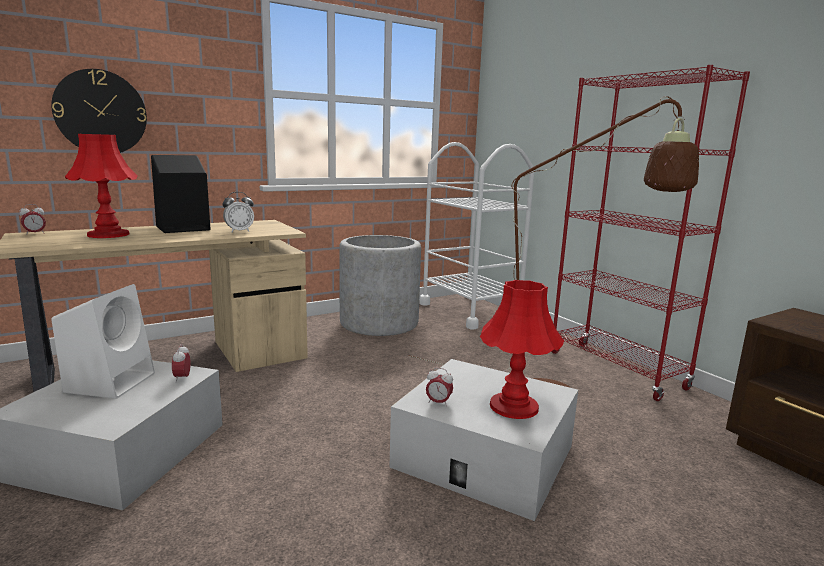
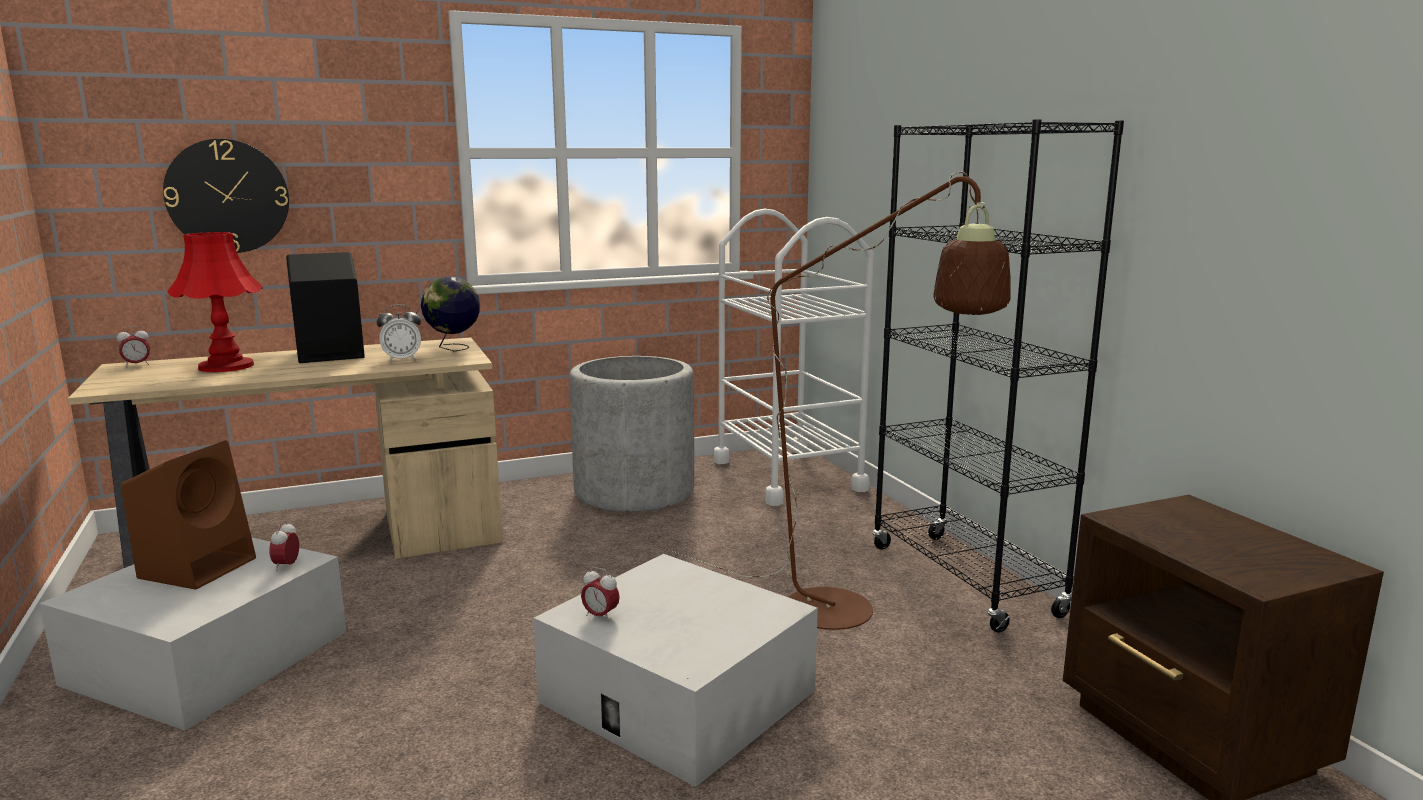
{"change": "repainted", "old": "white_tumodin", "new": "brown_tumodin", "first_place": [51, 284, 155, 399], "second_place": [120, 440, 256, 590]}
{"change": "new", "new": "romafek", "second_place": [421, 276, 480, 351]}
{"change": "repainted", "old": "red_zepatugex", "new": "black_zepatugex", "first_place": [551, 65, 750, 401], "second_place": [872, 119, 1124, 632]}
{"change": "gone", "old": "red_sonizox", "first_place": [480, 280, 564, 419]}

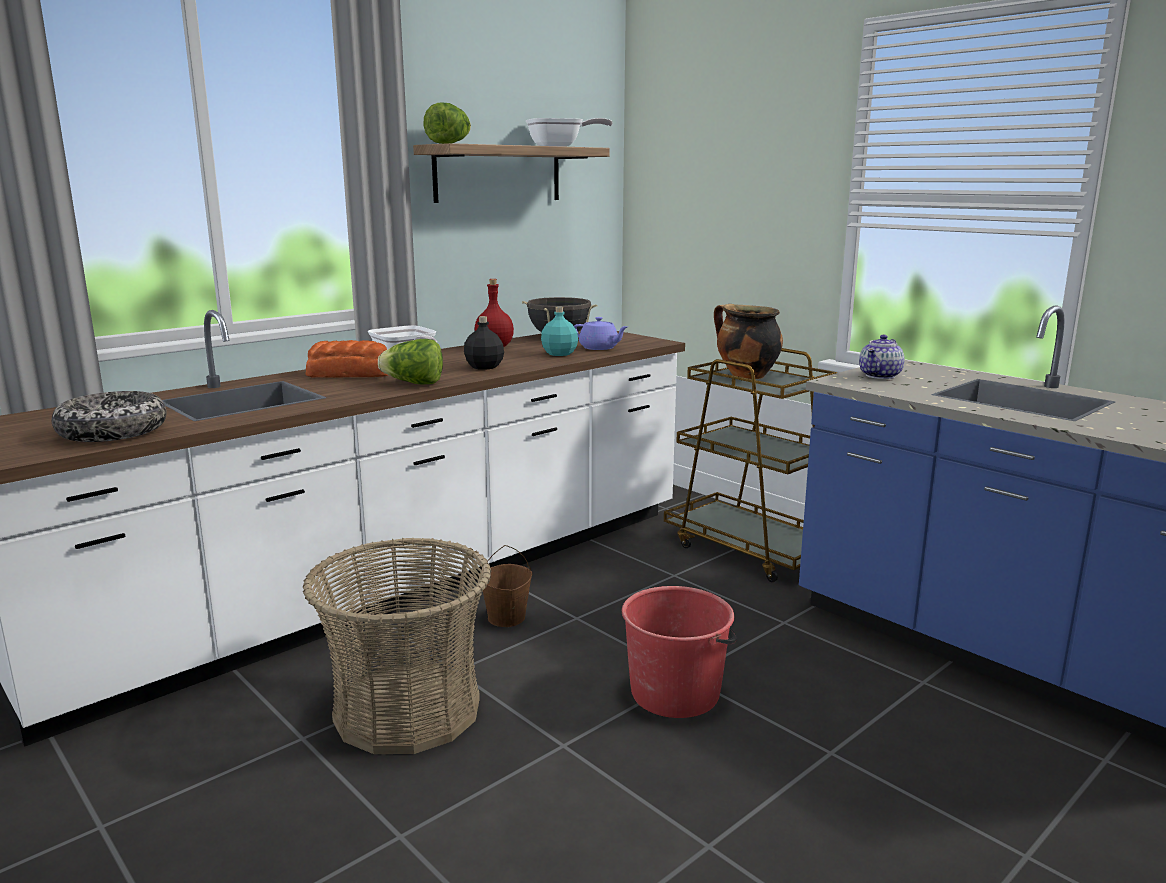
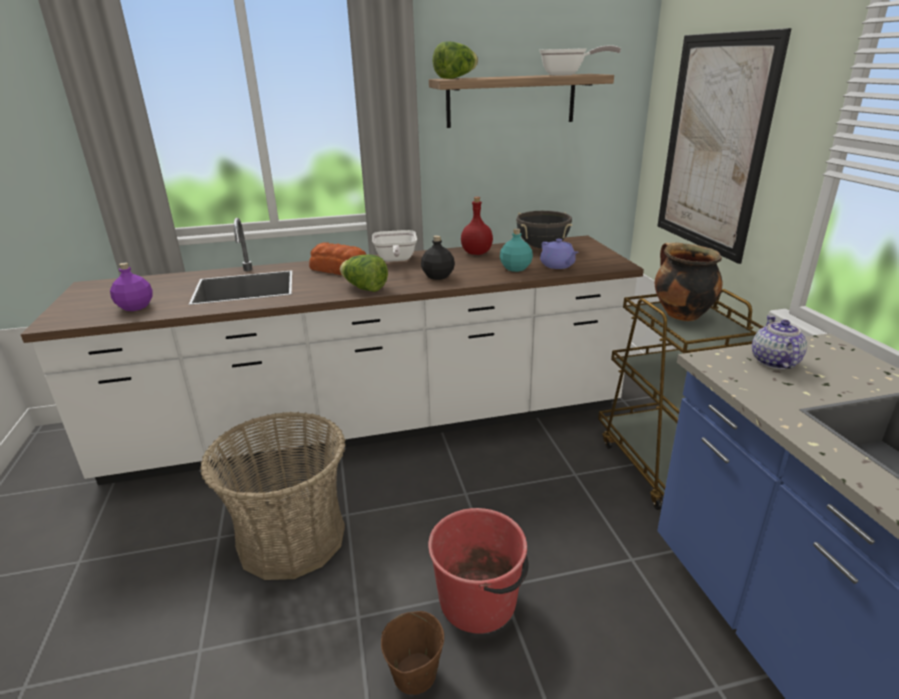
{"change": "swapped", "old": "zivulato", "new": "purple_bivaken", "first_place": [51, 391, 167, 442], "second_place": [110, 263, 153, 311]}
{"change": "shifted", "old": "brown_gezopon", "first_place": [483, 545, 532, 627], "second_place": [381, 611, 444, 695]}
{"change": "new", "new": "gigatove", "second_place": [657, 28, 792, 264]}
{"change": "rotated", "old": "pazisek", "first_place": [859, 335, 905, 379], "second_place": [752, 315, 807, 369], "degrees": 120}

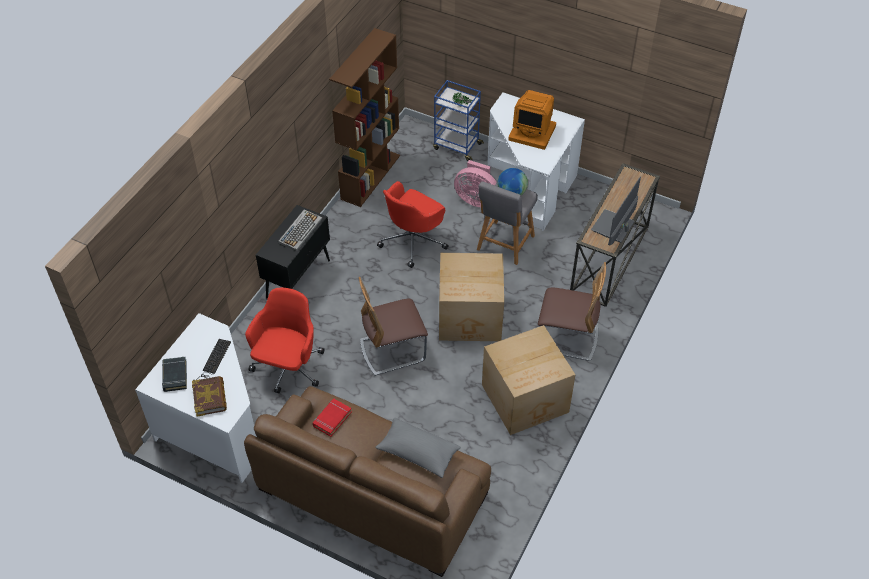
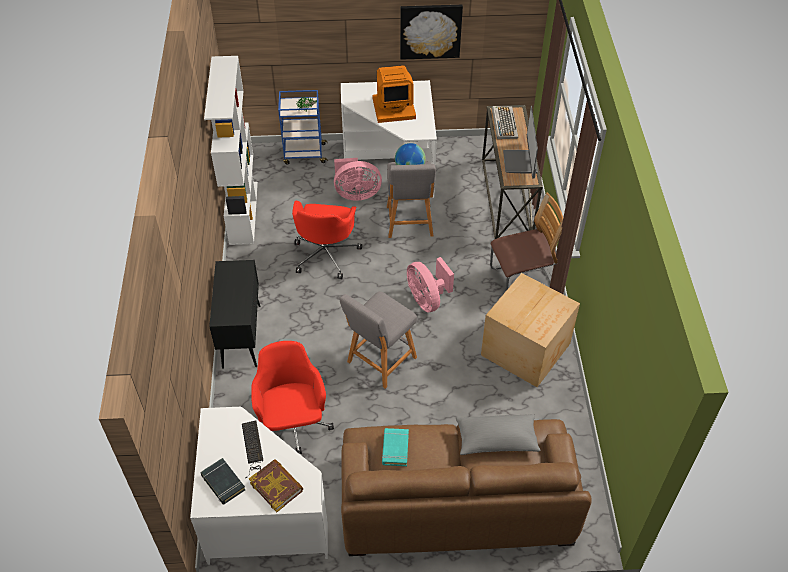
{"change": "repainted", "old": "brown_zepatugex", "new": "white_zepatugex", "first_place": [329, 28, 400, 207], "second_place": [204, 56, 258, 245]}
{"change": "swapped", "old": "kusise", "new": "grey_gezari", "first_place": [359, 277, 428, 376], "second_place": [340, 291, 417, 389]}
{"change": "repainted", "old": "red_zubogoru", "new": "turquoise_zubogoru", "first_place": [313, 398, 352, 437], "second_place": [382, 428, 409, 466]}
{"change": "new", "new": "gigatove", "second_place": [400, 5, 463, 60]}
{"change": "swapped", "old": "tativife", "new": "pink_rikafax", "first_place": [439, 253, 504, 341], "second_place": [407, 257, 454, 312]}
{"change": "shifted", "old": "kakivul", "first_place": [278, 210, 322, 251], "second_place": [492, 106, 518, 139]}

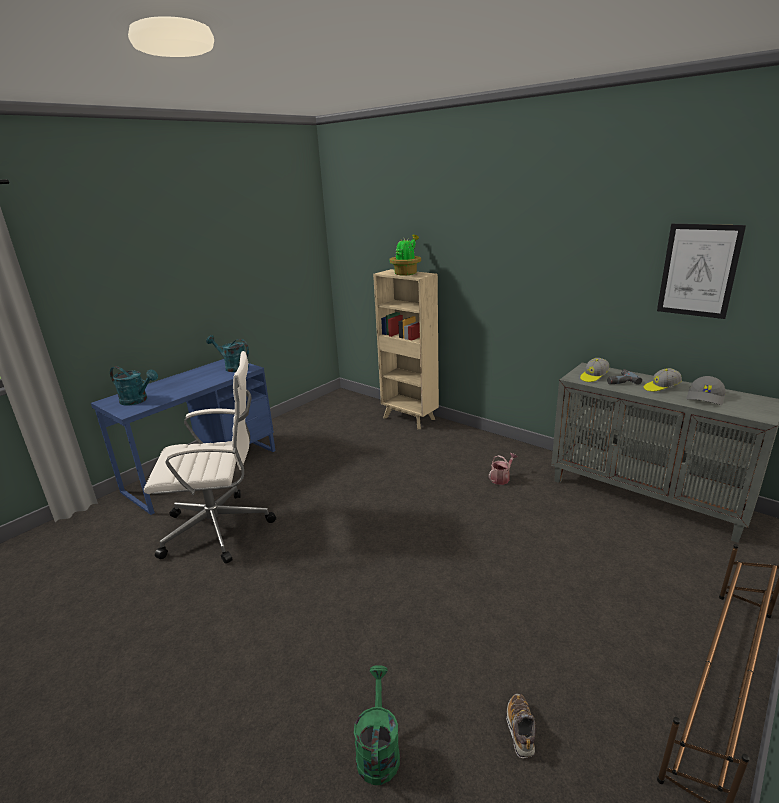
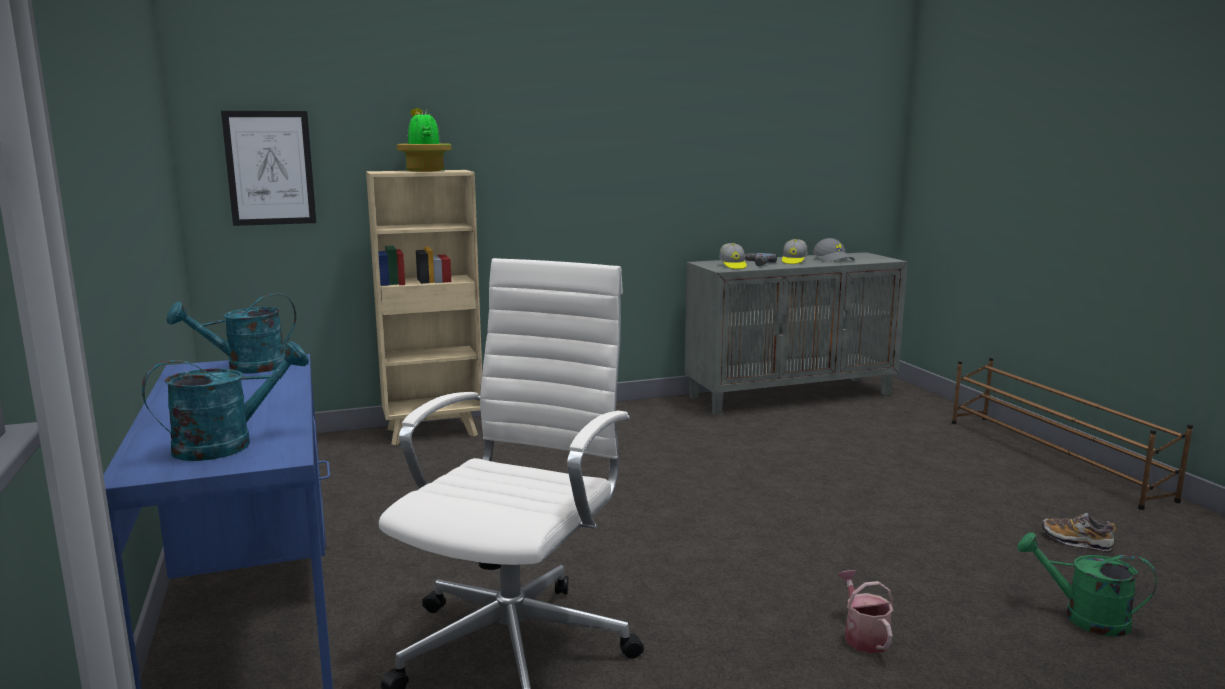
{"change": "shifted", "old": "gigatove", "first_place": [657, 224, 746, 319], "second_place": [221, 111, 316, 226]}
{"change": "shifted", "old": "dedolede", "first_place": [489, 453, 518, 485], "second_place": [838, 570, 894, 653]}

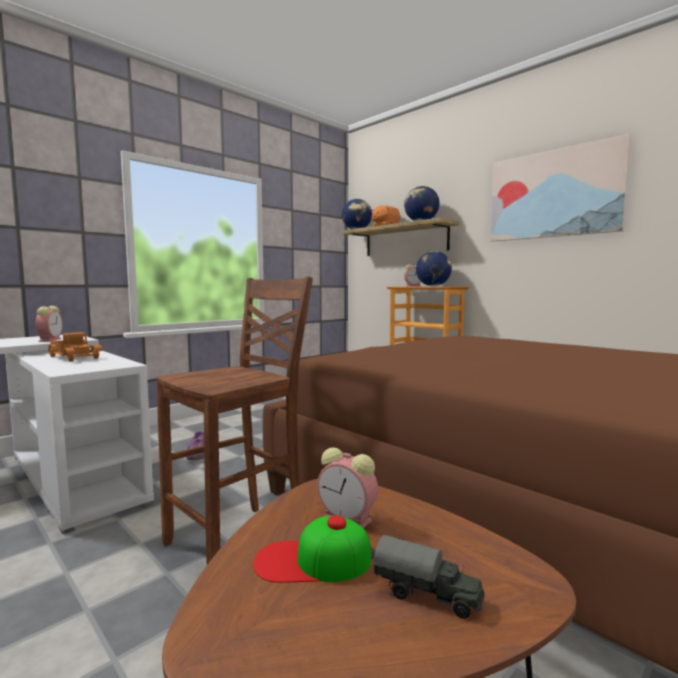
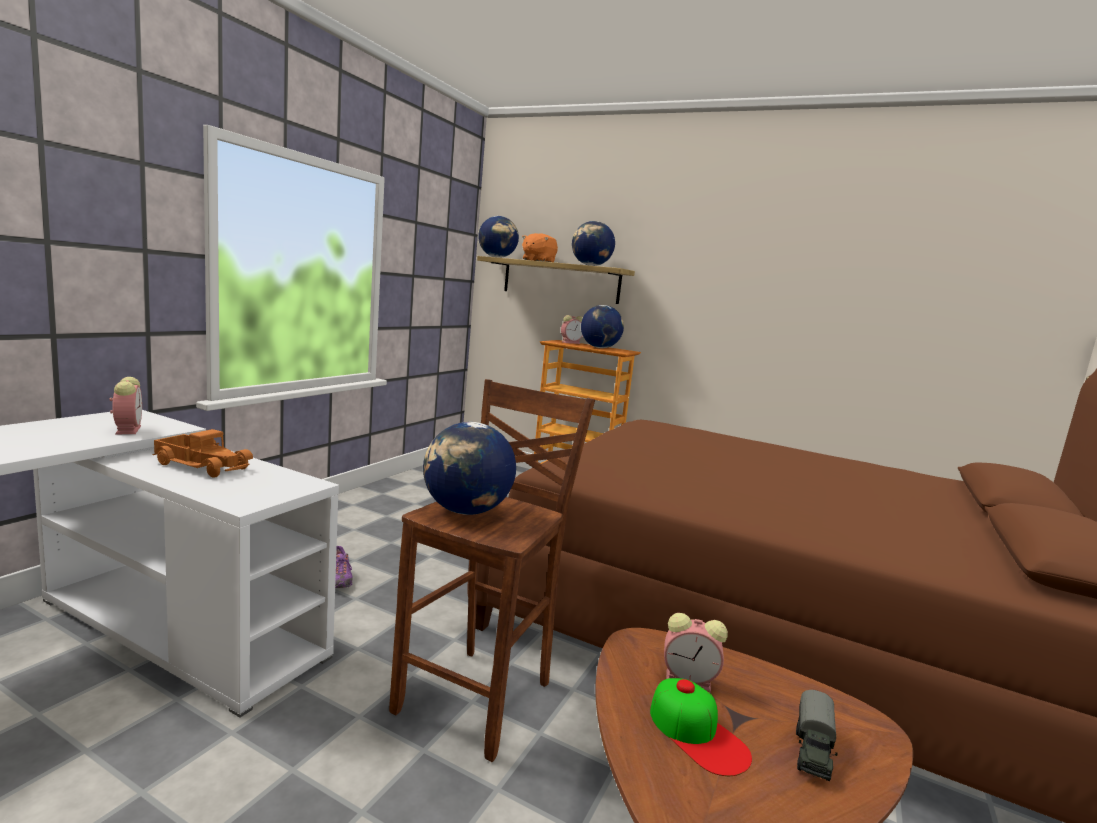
{"change": "new", "new": "romafek", "second_place": [423, 422, 516, 515]}
{"change": "rotated", "old": "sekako", "first_place": [253, 516, 371, 583], "second_place": [650, 678, 752, 776], "degrees": -105}
{"change": "rotated", "old": "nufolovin", "first_place": [373, 535, 485, 619], "second_place": [796, 690, 838, 781], "degrees": 105}
{"change": "gone", "old": "gigatove", "first_place": [490, 134, 631, 242]}

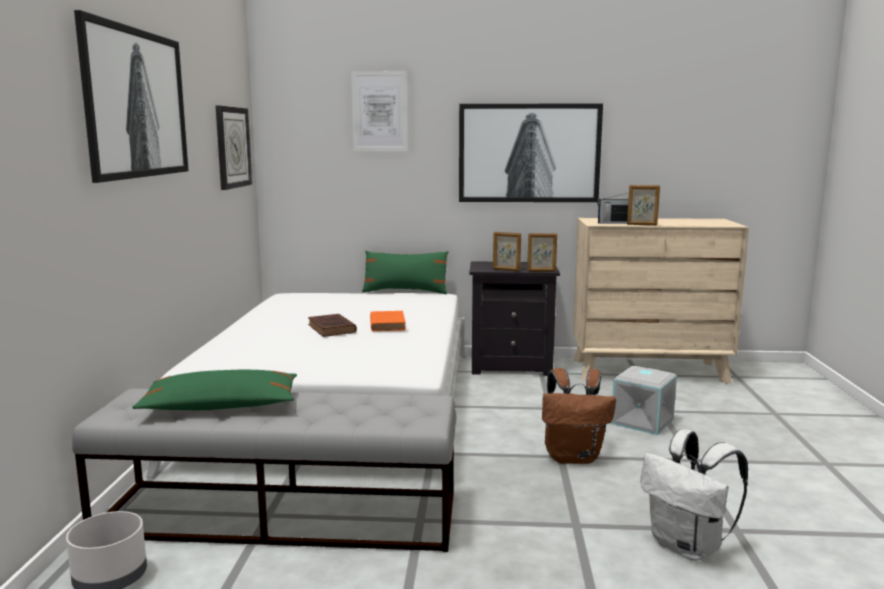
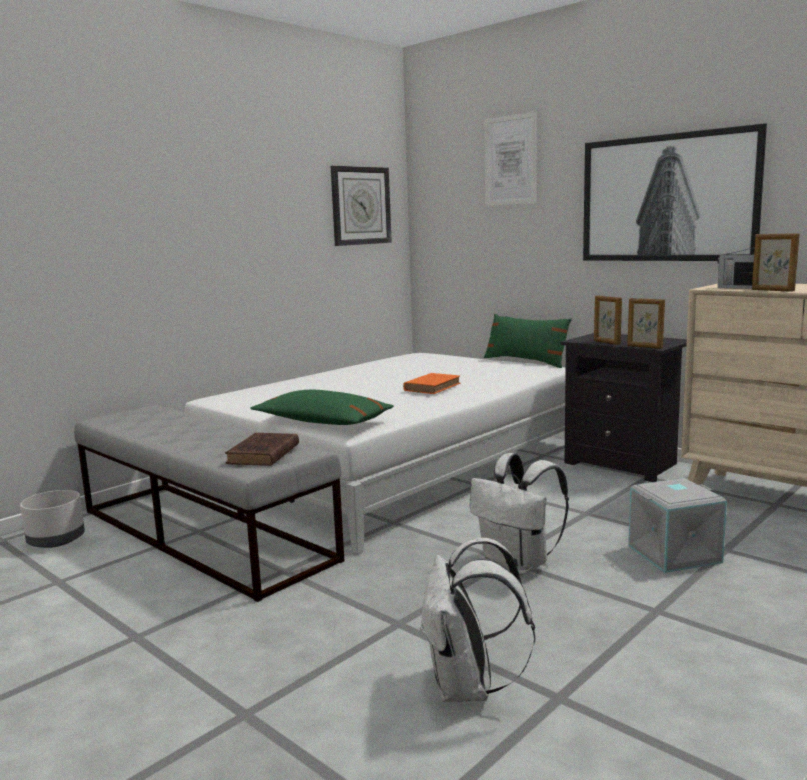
{"change": "shifted", "old": "brown_zubogoru", "first_place": [308, 314, 357, 337], "second_place": [225, 433, 299, 466]}
{"change": "shifted", "old": "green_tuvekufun", "first_place": [132, 369, 297, 410], "second_place": [251, 390, 394, 425]}
{"change": "repainted", "old": "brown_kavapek", "new": "white_kavapek", "first_place": [542, 368, 616, 464], "second_place": [469, 453, 569, 575]}
{"change": "gone", "old": "gigatove", "first_place": [74, 10, 189, 183]}

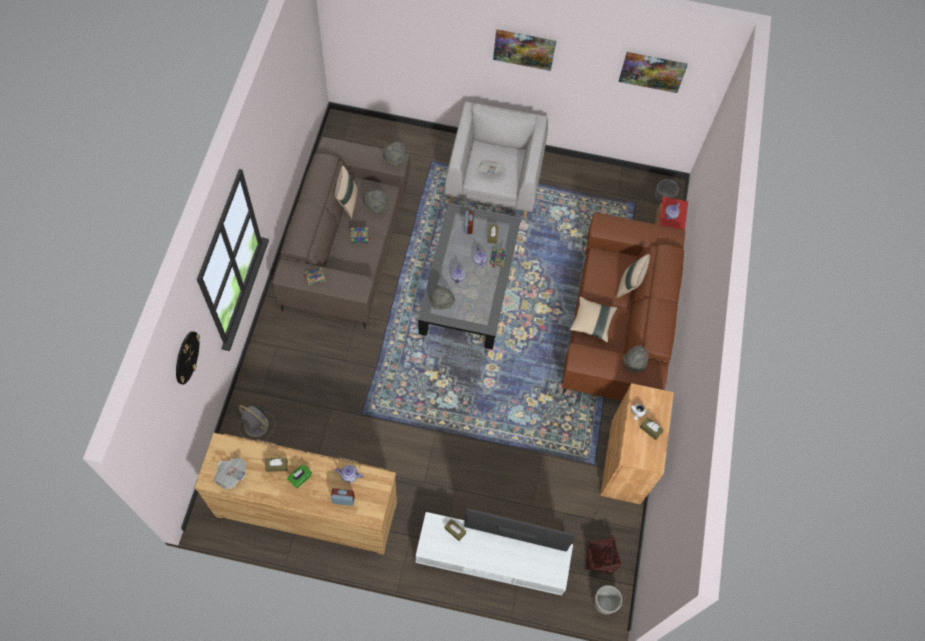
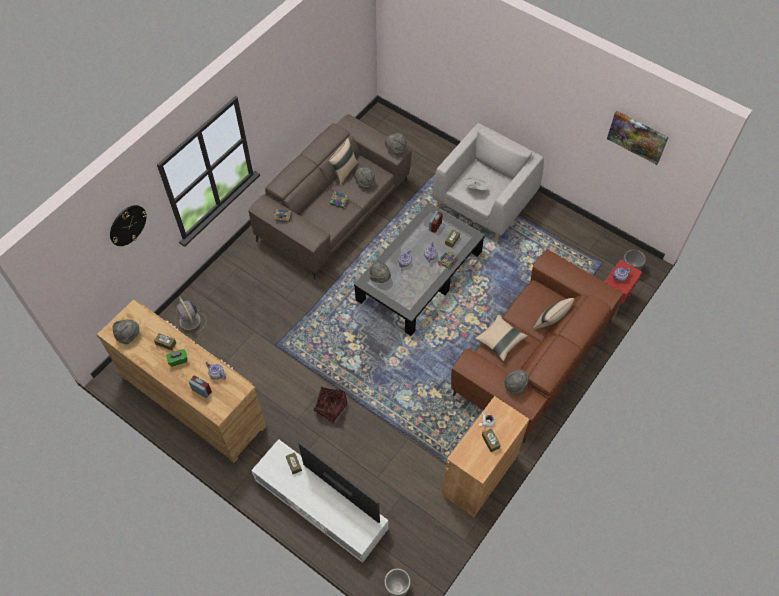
{"change": "swapped", "old": "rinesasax", "new": "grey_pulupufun", "first_place": [214, 457, 247, 489], "second_place": [112, 320, 139, 344]}
{"change": "shifted", "old": "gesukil", "first_place": [585, 537, 622, 574], "second_place": [314, 387, 348, 423]}
{"change": "gone", "old": "gigatove", "first_place": [493, 30, 556, 71]}

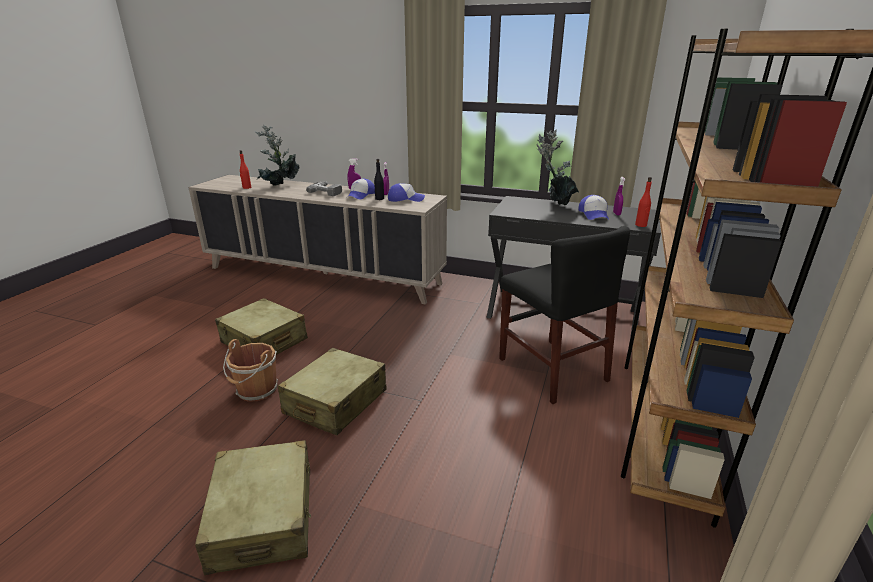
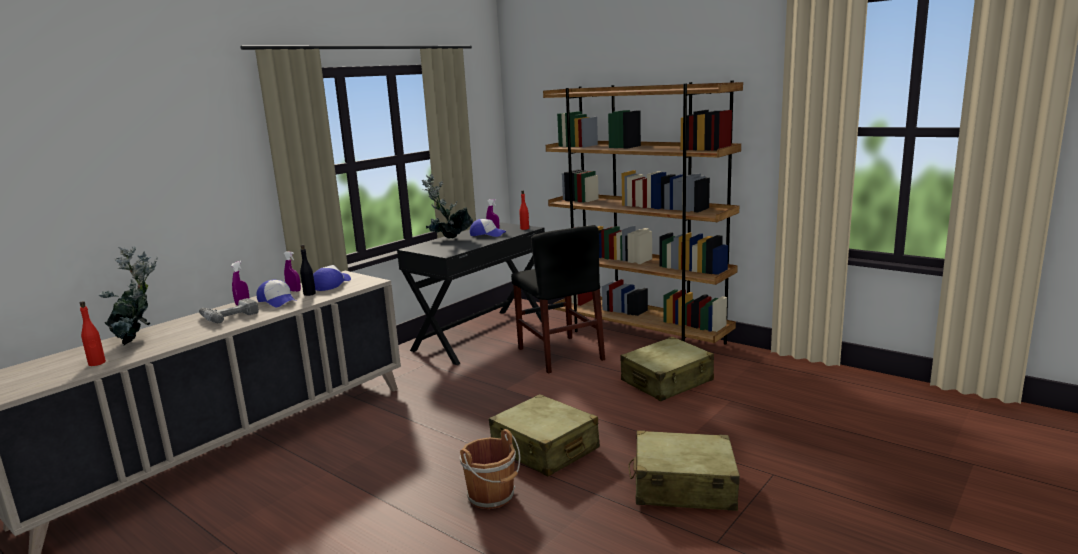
{"change": "rotated", "old": "black_kusise", "first_place": [499, 226, 630, 404], "second_place": [511, 225, 605, 374], "degrees": 75}
{"change": "shifted", "old": "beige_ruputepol", "first_place": [215, 298, 308, 355], "second_place": [620, 337, 714, 401]}

